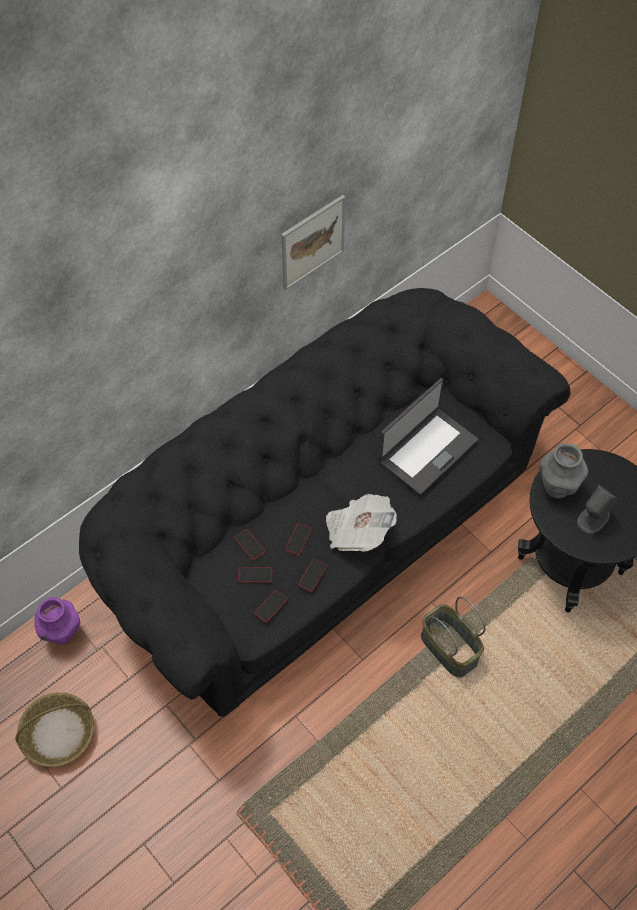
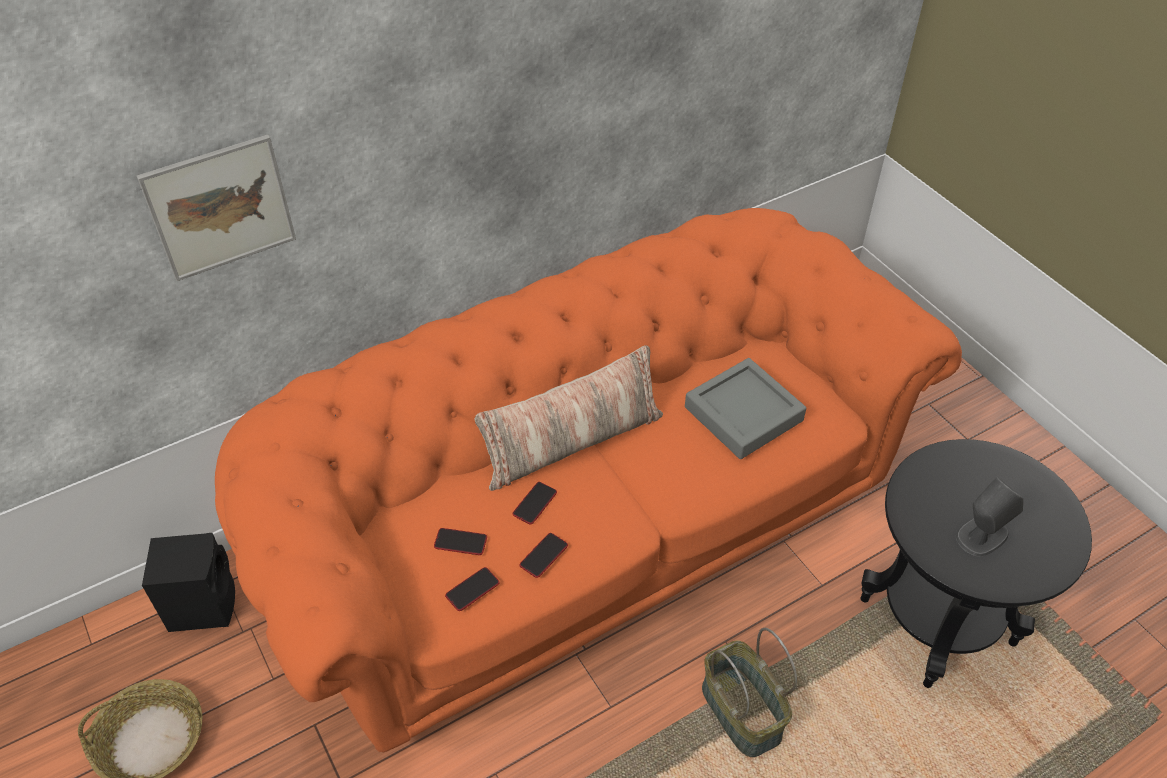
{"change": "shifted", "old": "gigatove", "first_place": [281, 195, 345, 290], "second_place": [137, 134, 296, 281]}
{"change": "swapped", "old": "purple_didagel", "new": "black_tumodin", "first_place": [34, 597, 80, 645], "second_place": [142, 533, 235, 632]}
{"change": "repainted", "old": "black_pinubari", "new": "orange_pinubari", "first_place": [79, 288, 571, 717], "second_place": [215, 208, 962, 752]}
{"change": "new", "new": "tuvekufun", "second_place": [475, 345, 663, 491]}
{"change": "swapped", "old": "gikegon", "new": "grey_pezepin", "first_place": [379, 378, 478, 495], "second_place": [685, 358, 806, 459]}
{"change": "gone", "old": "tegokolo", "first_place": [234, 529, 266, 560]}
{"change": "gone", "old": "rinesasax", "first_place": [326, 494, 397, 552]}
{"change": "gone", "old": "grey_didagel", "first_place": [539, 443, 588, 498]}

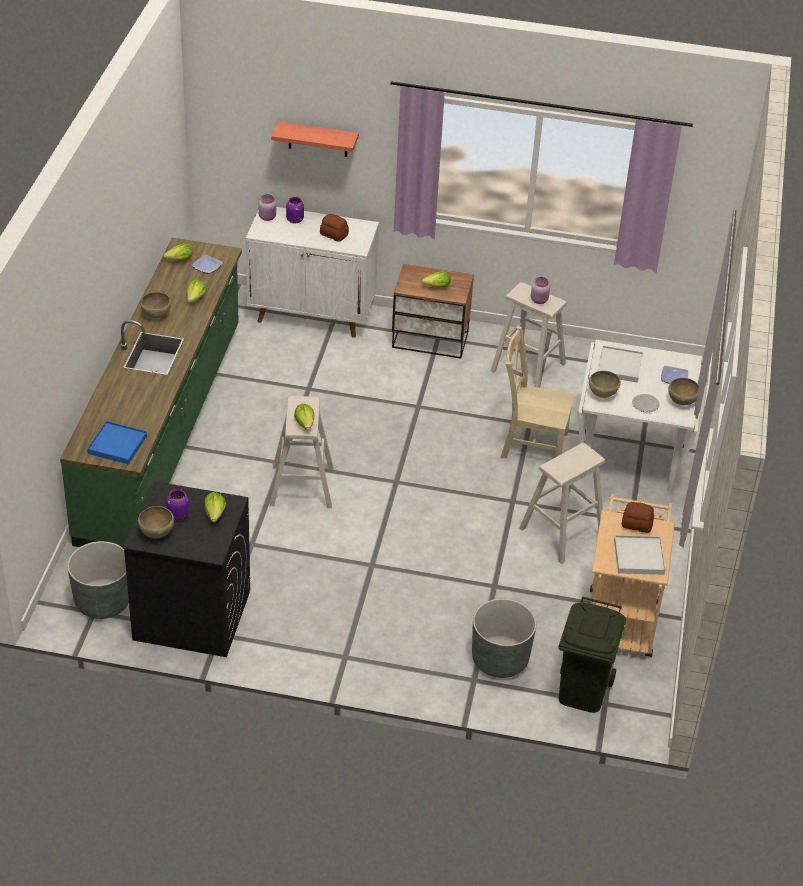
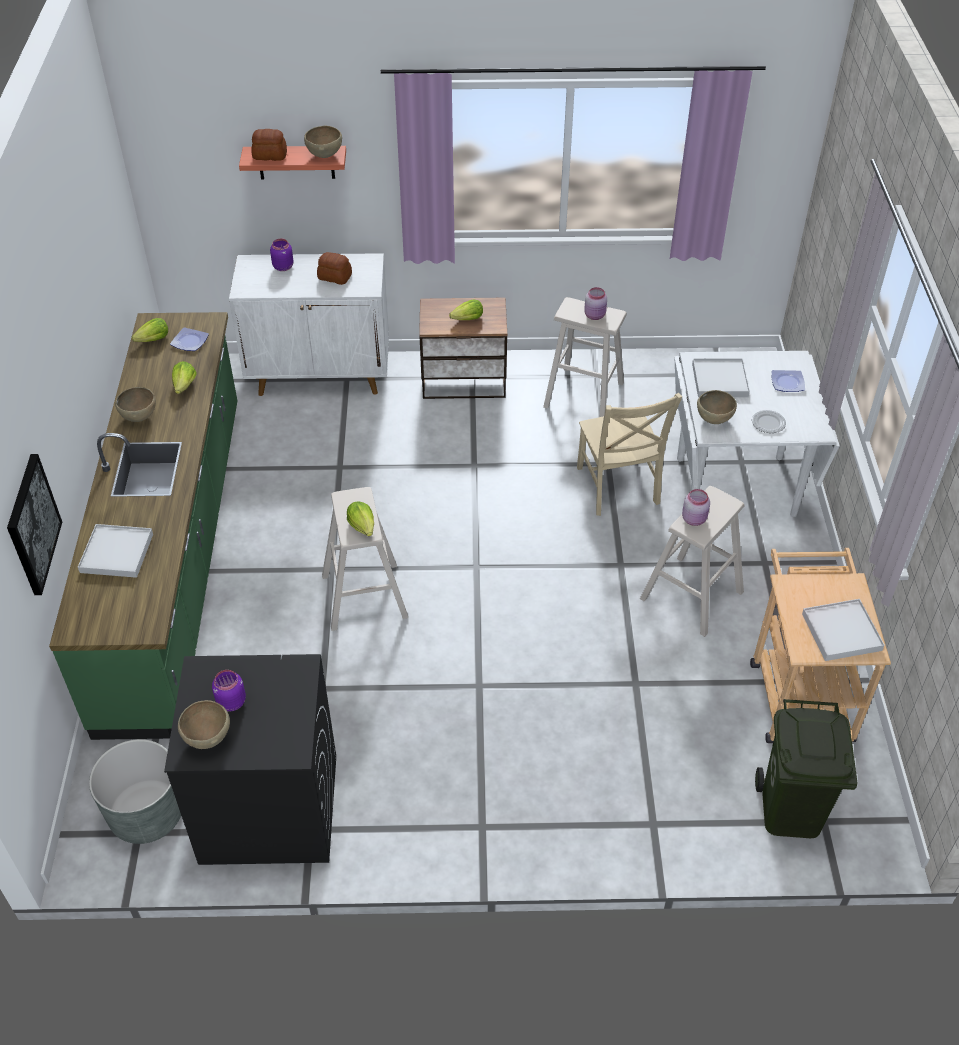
{"change": "new", "new": "gigatove", "second_place": [7, 454, 62, 595]}
{"change": "new", "new": "white_pezepin", "second_place": [78, 524, 153, 578]}
{"change": "shifted", "old": "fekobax", "first_place": [622, 502, 654, 533], "second_place": [251, 129, 287, 161]}
{"change": "shifted", "old": "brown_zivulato", "first_place": [668, 378, 699, 406], "second_place": [304, 126, 342, 158]}
{"change": "rotated", "old": "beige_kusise", "first_place": [501, 326, 574, 458], "second_place": [577, 393, 683, 516], "degrees": -105}
{"change": "shifted", "old": "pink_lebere", "first_place": [258, 194, 276, 221], "second_place": [682, 489, 710, 526]}
{"change": "gone", "old": "blue_pezepin", "first_place": [87, 421, 147, 465]}
{"change": "gone", "old": "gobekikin", "first_place": [204, 492, 226, 523]}
{"change": "gone", "old": "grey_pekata", "first_place": [472, 599, 536, 678]}

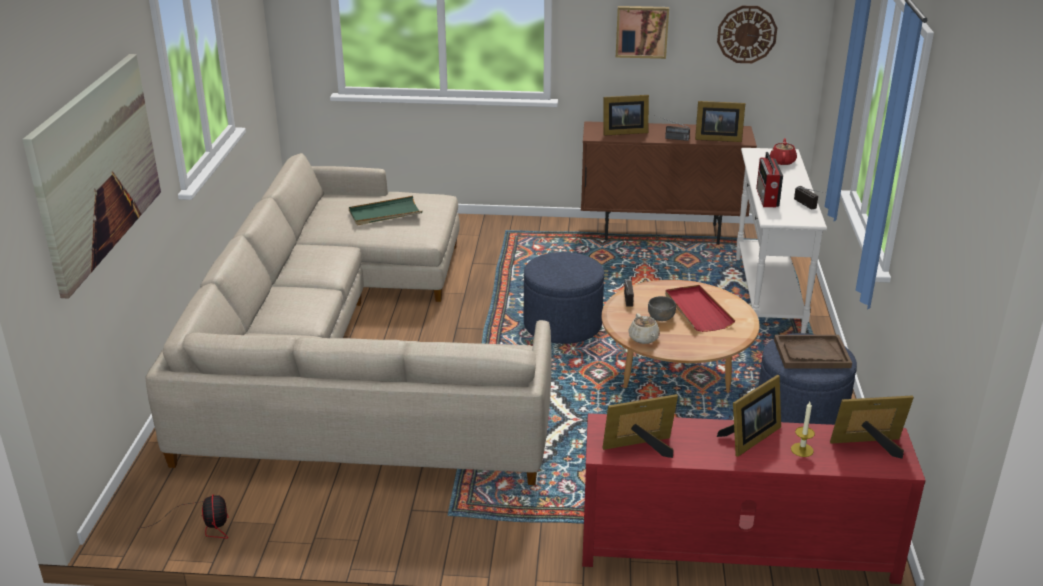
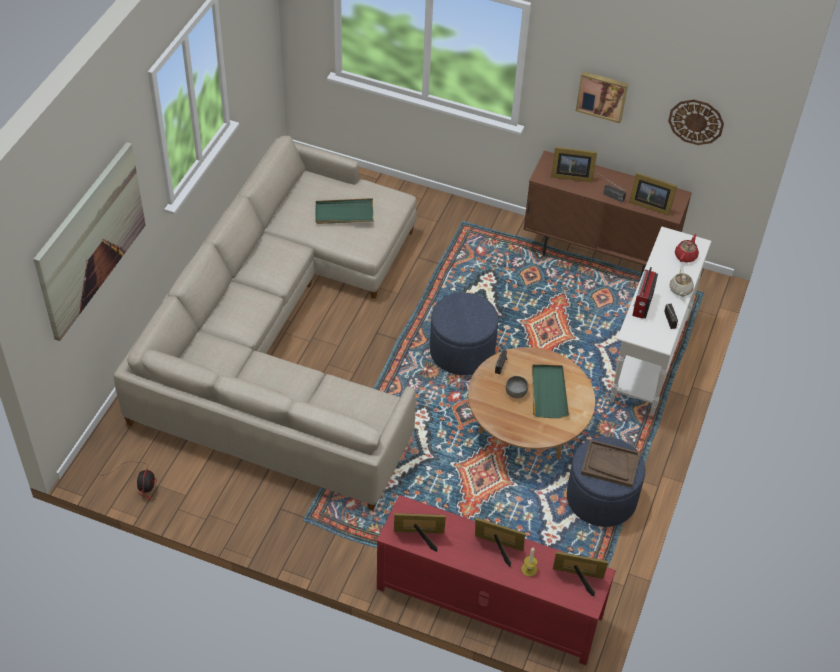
{"change": "rotated", "old": "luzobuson", "first_place": [717, 375, 781, 457], "second_place": [475, 518, 525, 567], "degrees": -135}
{"change": "repainted", "old": "red_pezepin", "new": "green_pezepin", "first_place": [665, 285, 736, 332], "second_place": [532, 365, 569, 418]}
{"change": "shifted", "old": "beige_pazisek", "first_place": [628, 313, 660, 344], "second_place": [669, 268, 694, 297]}

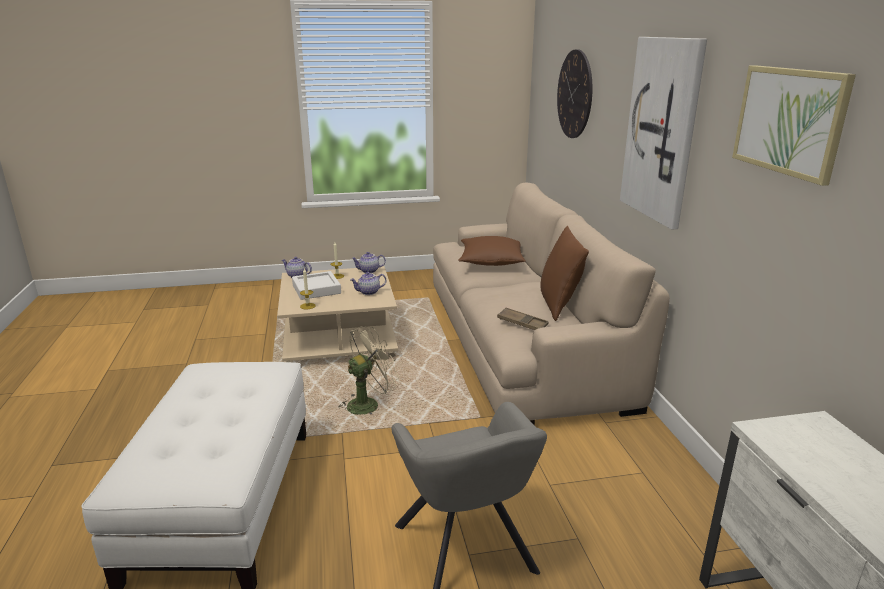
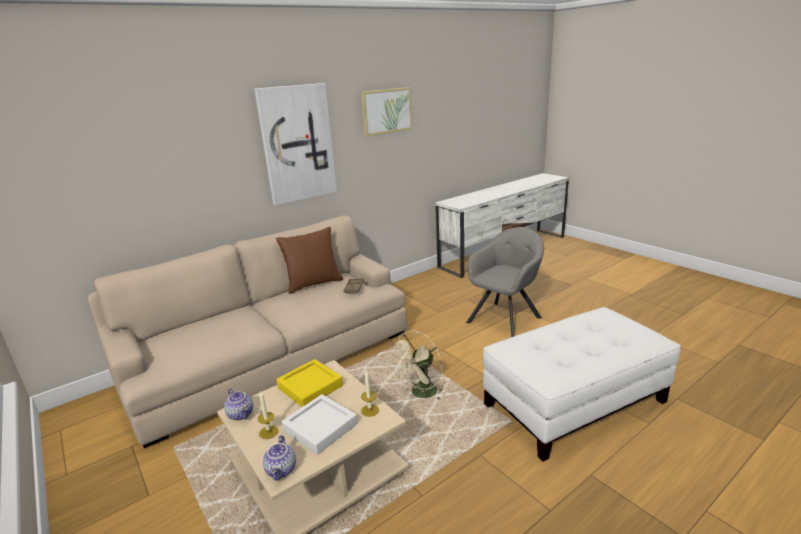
{"change": "swapped", "old": "pazisek", "new": "yellow_pezepin", "first_place": [350, 272, 387, 295], "second_place": [276, 359, 343, 407]}
{"change": "rotated", "old": "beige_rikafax", "first_place": [339, 326, 399, 415], "second_place": [389, 330, 444, 401], "degrees": -75}
{"change": "gone", "old": "brown_tuvekufun", "first_place": [458, 236, 526, 266]}
{"change": "gone", "old": "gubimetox", "first_place": [557, 50, 592, 138]}

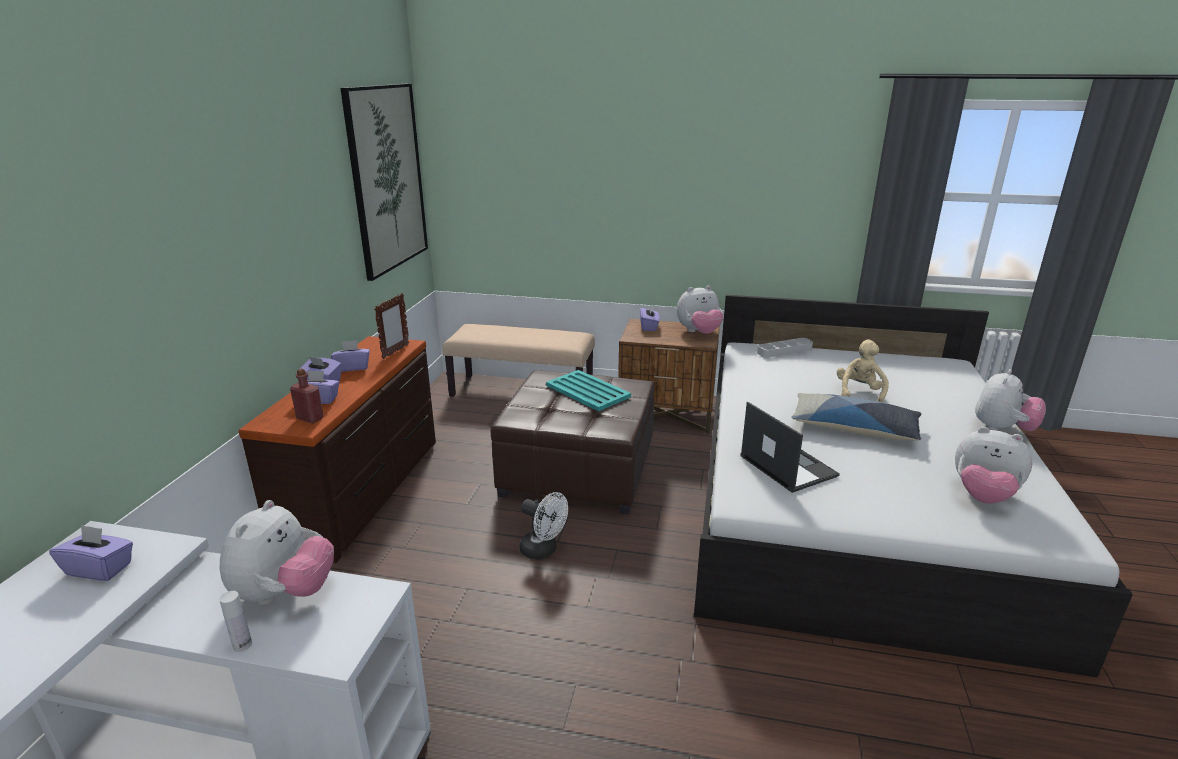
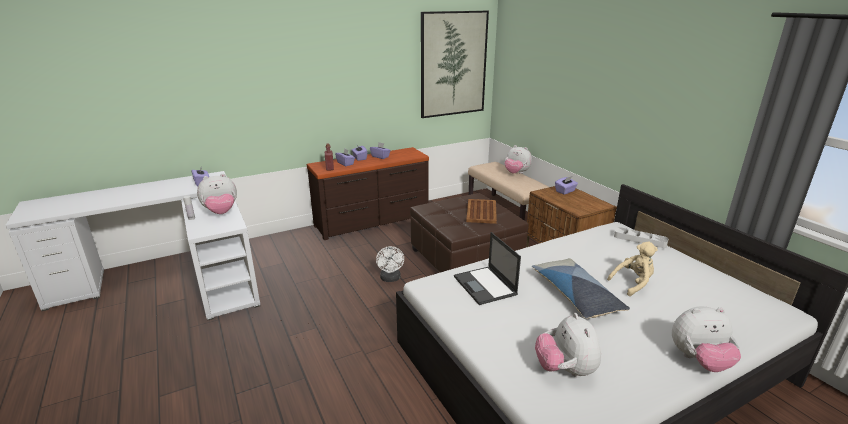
{"change": "rotated", "old": "gikegon", "first_place": [740, 402, 840, 493], "second_place": [454, 232, 521, 305], "degrees": 135}
{"change": "repainted", "old": "turquoise_pezepin", "new": "brown_pezepin", "first_place": [546, 370, 631, 411], "second_place": [466, 199, 497, 224]}
{"change": "shifted", "old": "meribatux", "first_place": [677, 286, 723, 334], "second_place": [504, 145, 532, 174]}
{"change": "gone", "old": "luzobuson", "first_place": [374, 293, 409, 359]}

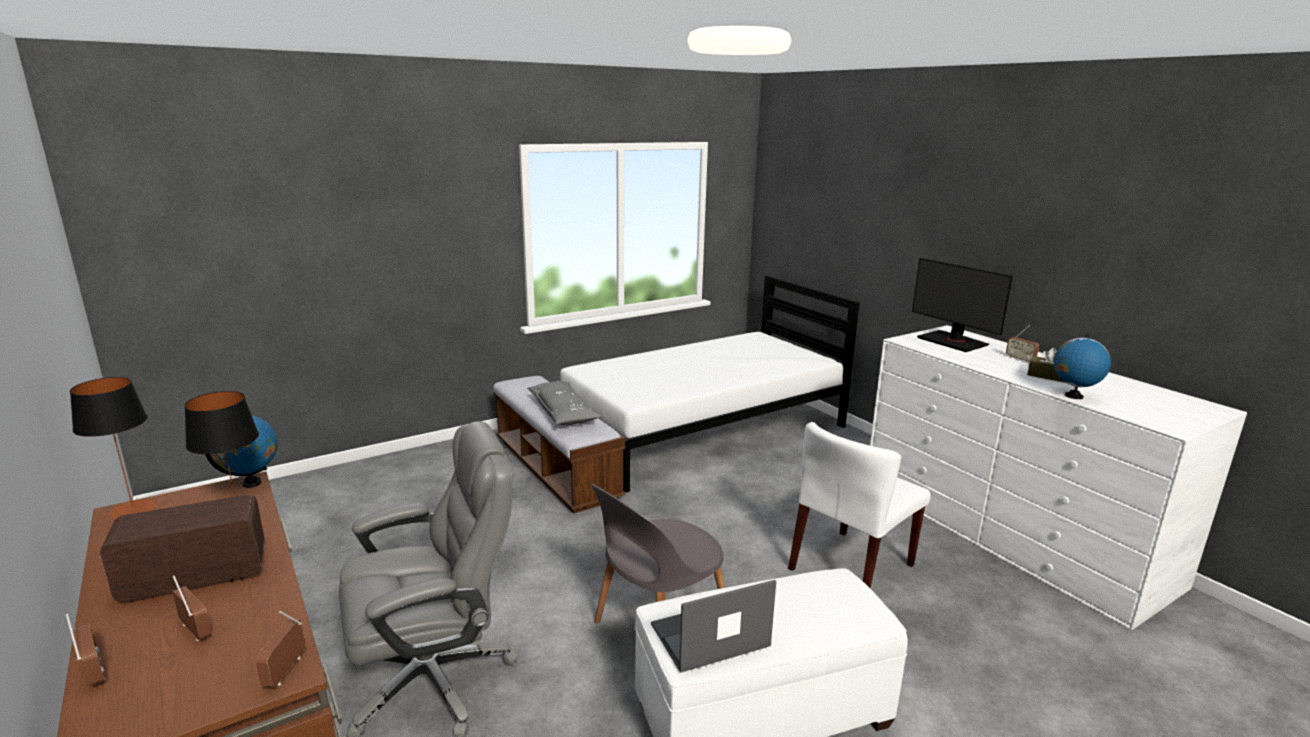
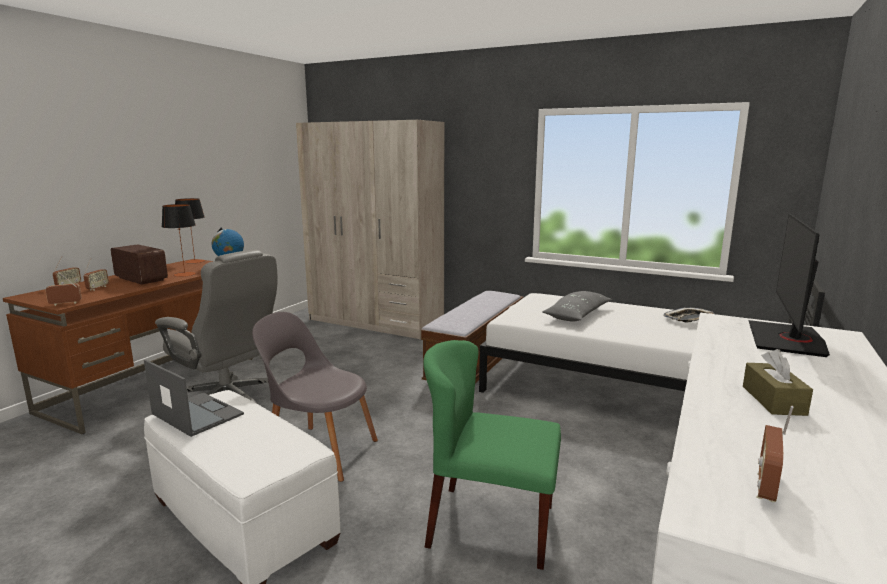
{"change": "new", "new": "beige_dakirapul", "second_place": [296, 120, 444, 340]}
{"change": "repainted", "old": "white_kusise", "new": "green_kusise", "first_place": [788, 422, 931, 588], "second_place": [423, 340, 561, 570]}
{"change": "shifted", "old": "grey_tuvekufun", "first_place": [527, 381, 602, 425], "second_place": [543, 291, 612, 322]}
{"change": "new", "new": "pezepin", "second_place": [664, 307, 715, 322]}
{"change": "shifted", "old": "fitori", "first_place": [1006, 325, 1039, 363], "second_place": [757, 406, 793, 502]}
{"change": "gone", "old": "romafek", "first_place": [1054, 334, 1111, 399]}

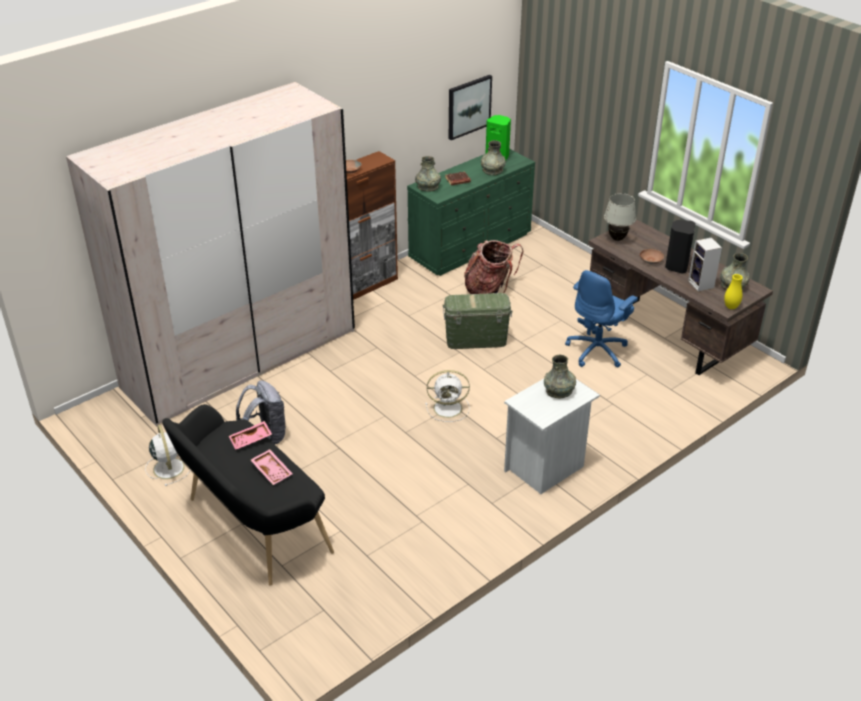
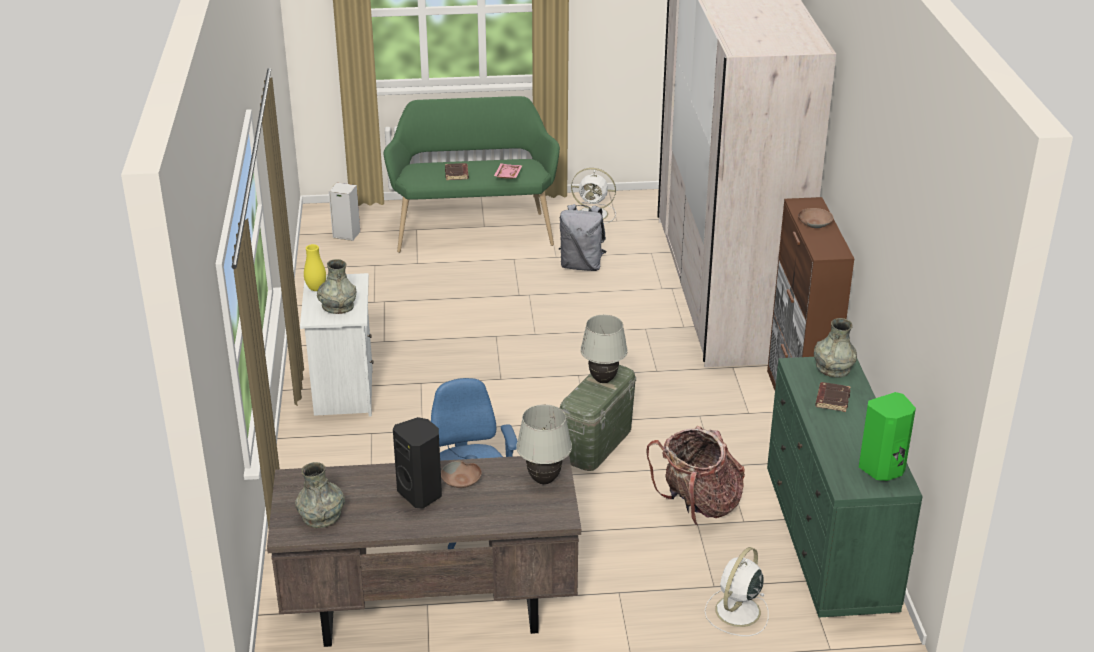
{"change": "shifted", "old": "yellow_didagel", "first_place": [724, 274, 743, 309], "second_place": [304, 244, 326, 291]}
{"change": "shifted", "old": "tumodin", "first_place": [688, 237, 722, 292], "second_place": [329, 182, 360, 241]}
{"change": "repainted", "old": "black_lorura", "new": "green_lorura", "first_place": [162, 404, 334, 586], "second_place": [384, 96, 560, 253]}
{"change": "swapped", "old": "pink_pezepin", "new": "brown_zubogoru", "first_place": [251, 449, 293, 485], "second_place": [445, 163, 469, 180]}
{"change": "new", "new": "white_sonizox", "second_place": [580, 315, 628, 383]}
{"change": "shifted", "old": "white_rikafax", "first_place": [425, 370, 470, 422], "second_place": [704, 547, 769, 636]}
{"change": "gone", "old": "gigatove", "first_place": [449, 75, 492, 140]}
{"change": "gone", "old": "grey_didagel", "first_place": [481, 140, 506, 175]}

